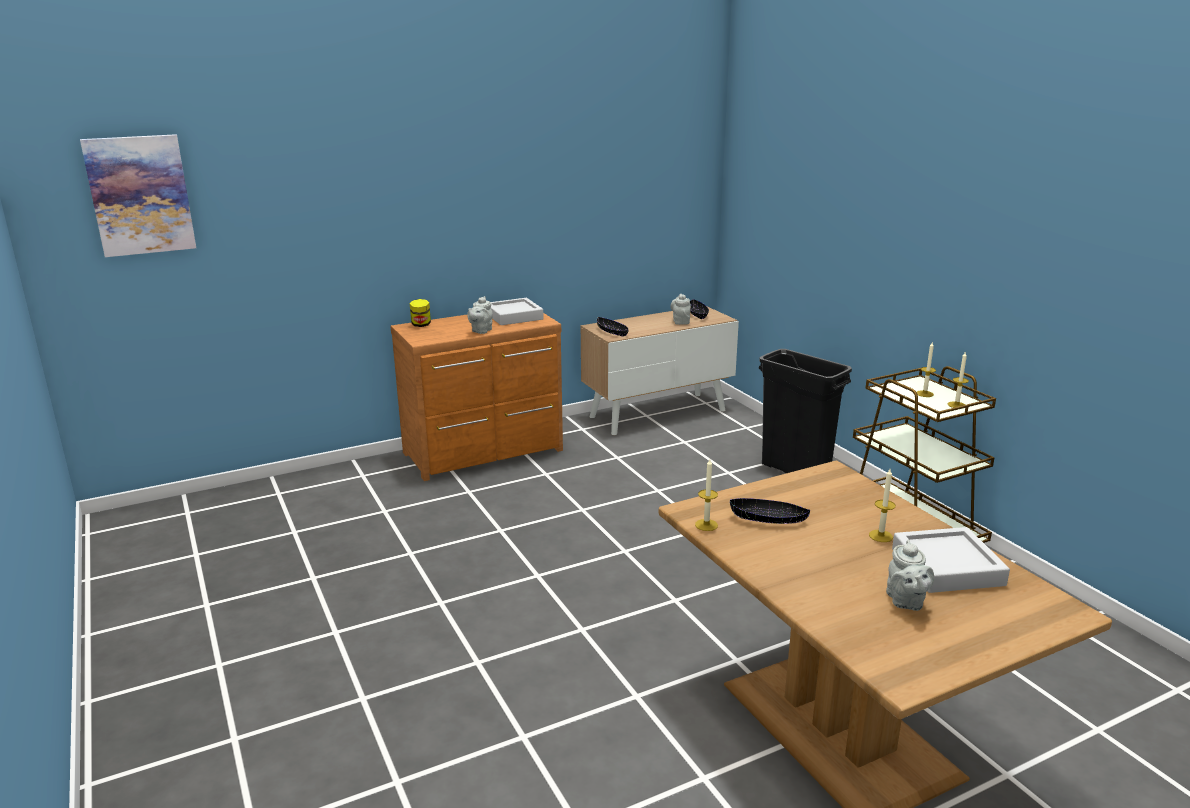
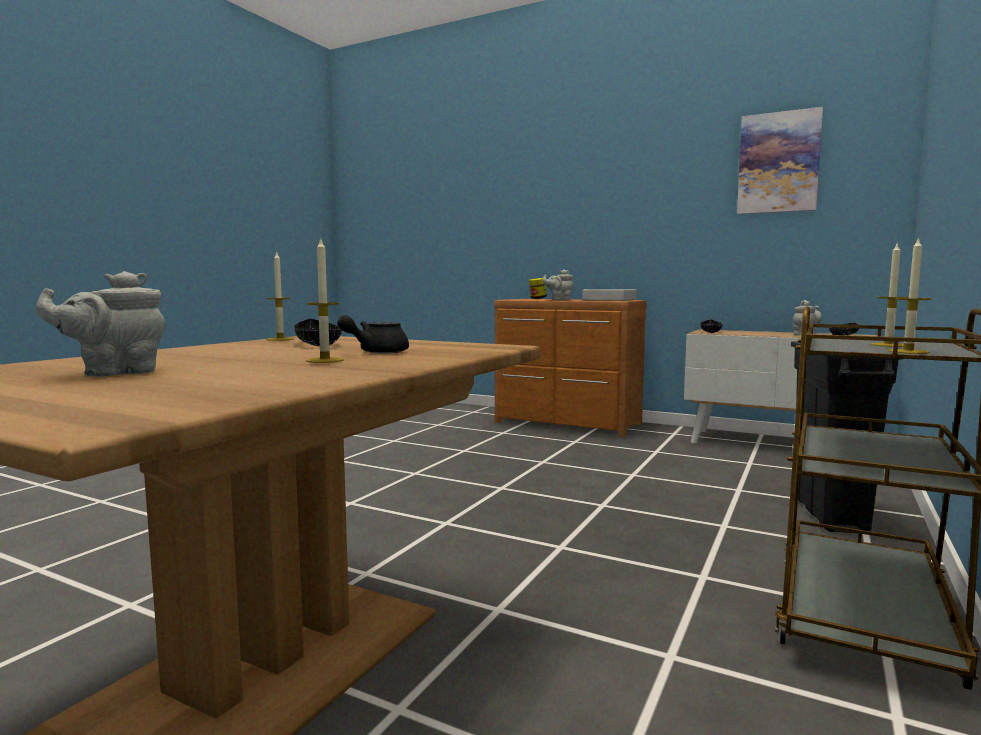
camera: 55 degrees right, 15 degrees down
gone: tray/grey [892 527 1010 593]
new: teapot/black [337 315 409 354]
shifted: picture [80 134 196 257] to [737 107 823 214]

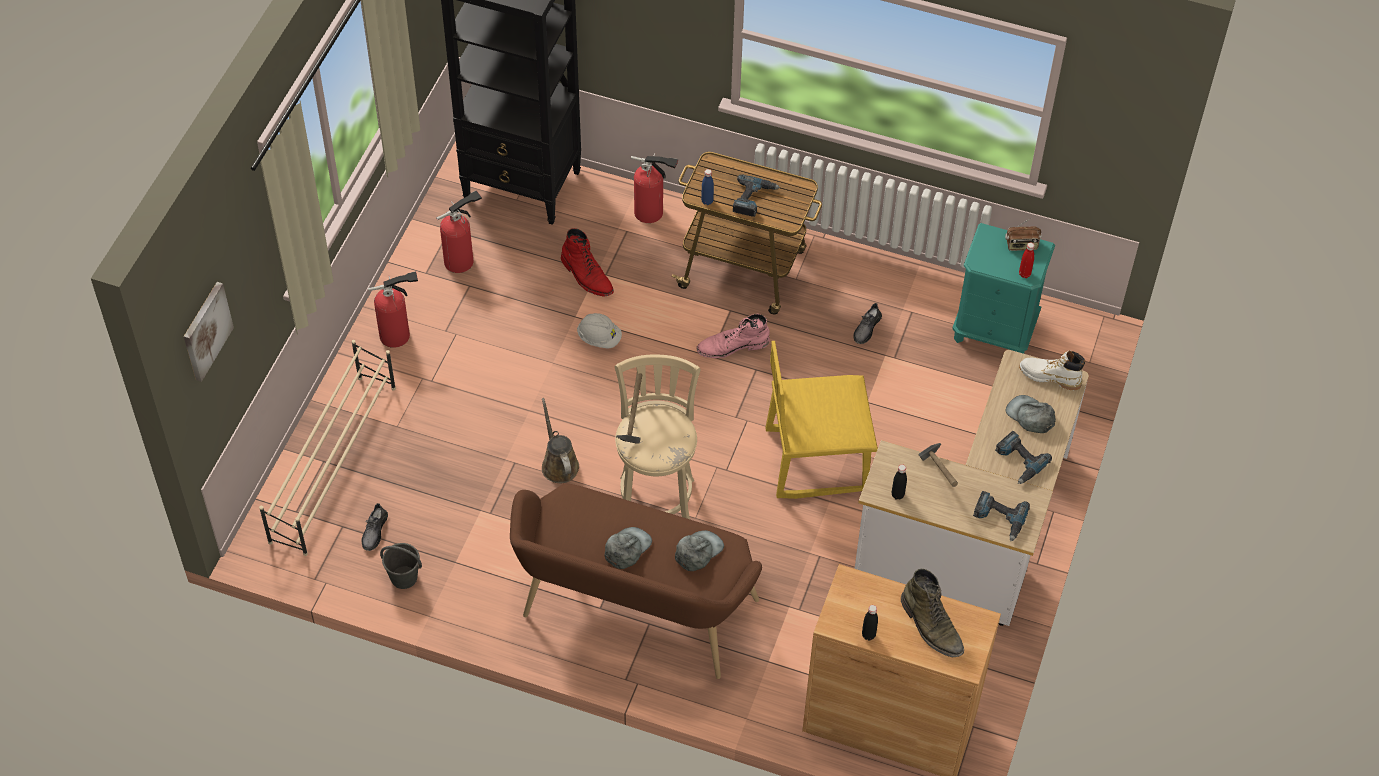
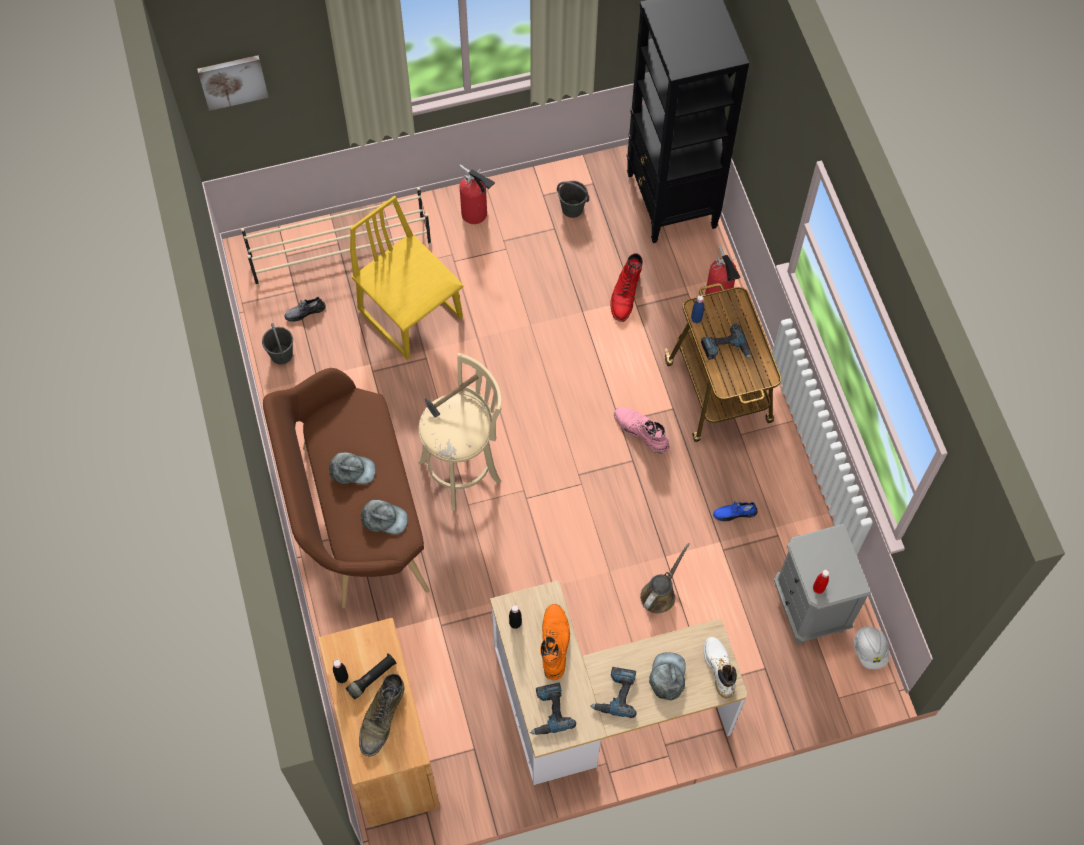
camera: 55 degrees right, 10 degrees up
gone: radio [1005 218 1042 251]
new: flashlight/black [346 653 397 699]
shifted: watering can/brown [542 398 579 483] to [640 543 690 614]; hard hat/white [577 313 622 349] to [854 627 889 669]; chair/yellow [766 341 878 499] to [350 196 463 360]
swapped: fire extinguisher [436 190 482 273] to bucket/grey [557 181 589 218]; hammer [919 443 958 487] to boot/orange [540 604 570 680]
repainted: shoe/grey [853 303 882 344] to shoe/blue [713 501 758 521]; nightstand/turquoise [952 223 1055 354] to nightstand/grey [774 524 871 644]

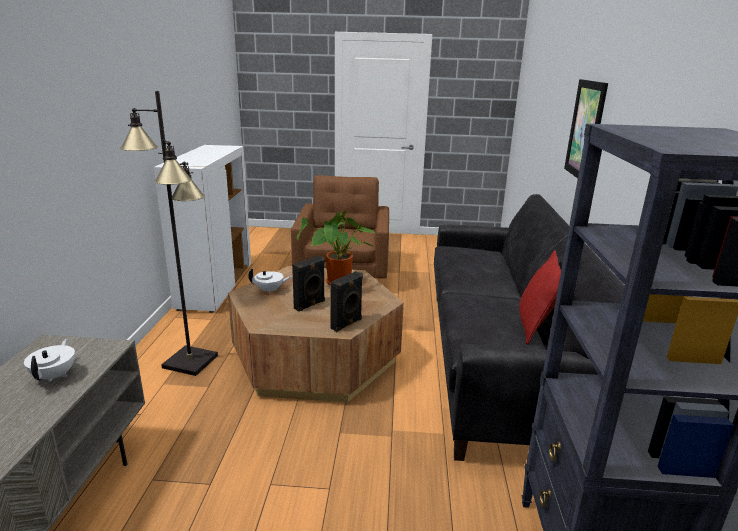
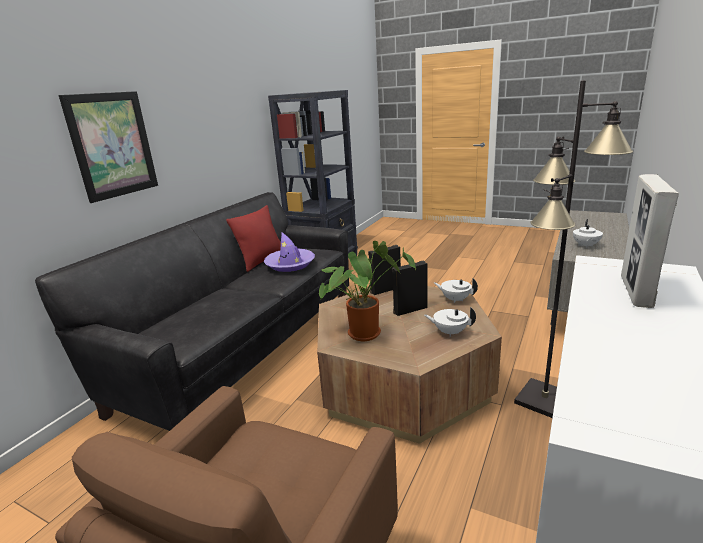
camera: 155 degrees left, 0 degrees up
new: hat/purple [264 232 315 272]; teapot/white [434 278 478 303]; picture frame [621 174 679 308]

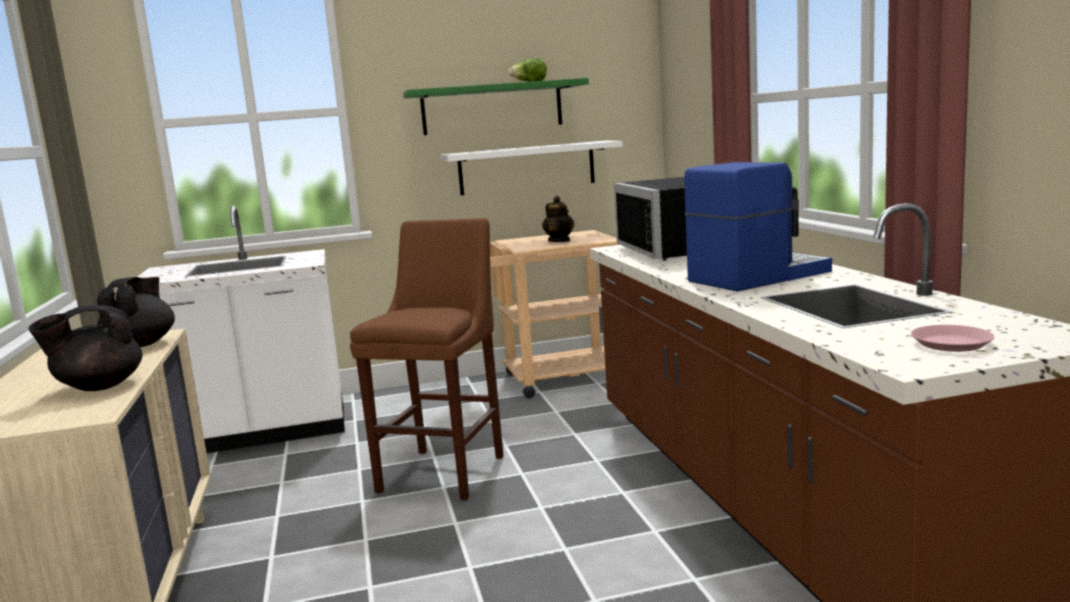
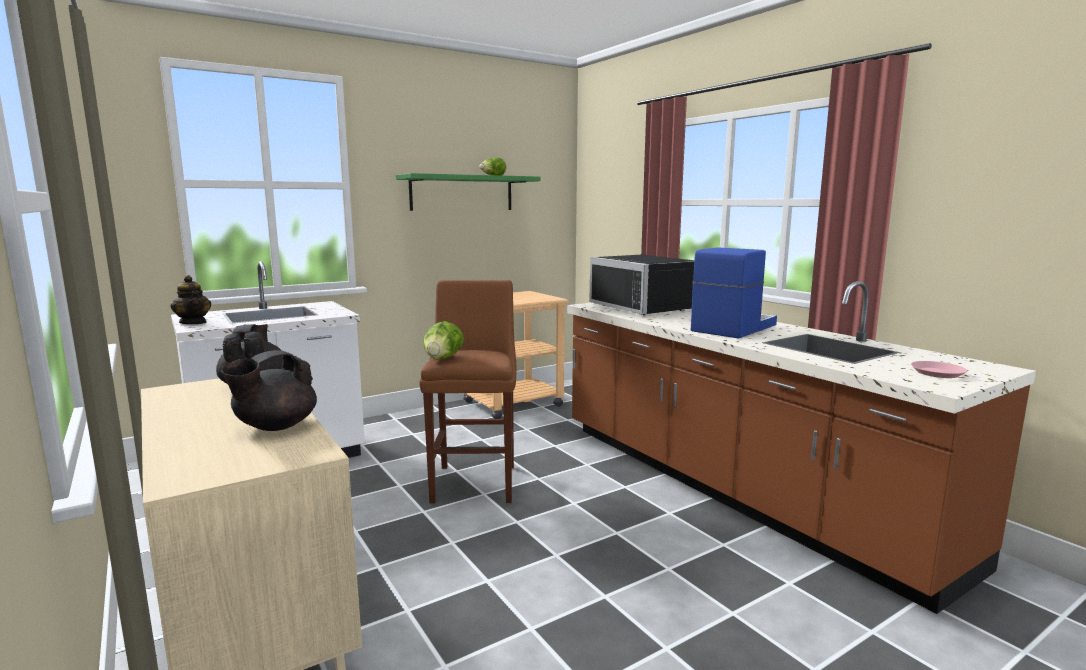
camera: 20 degrees left, 0 degrees up
gone: shelf/white [441 141 623 195]
new: lettuce [423 321 464 360]
shifted: teapot [542 196 574 242] to [171 275 211 324]

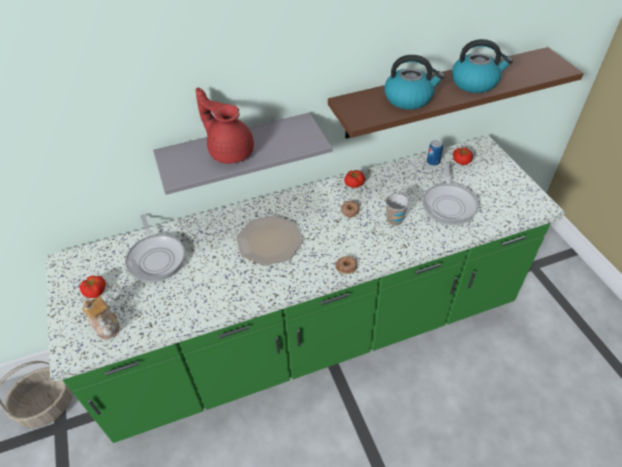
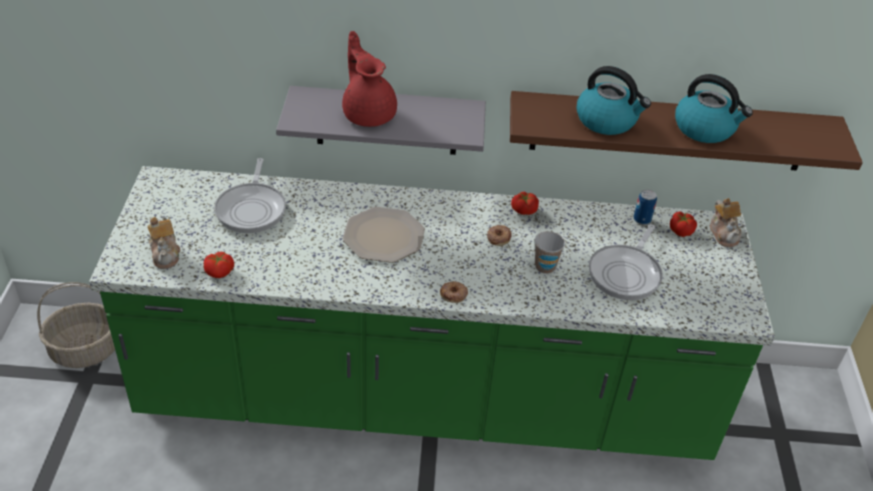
camera: 20 degrees right, 5 degrees down
new: teapot [710 198 742 247]
shifted: tomato [80 275 106 298] to [204 252 234 278]

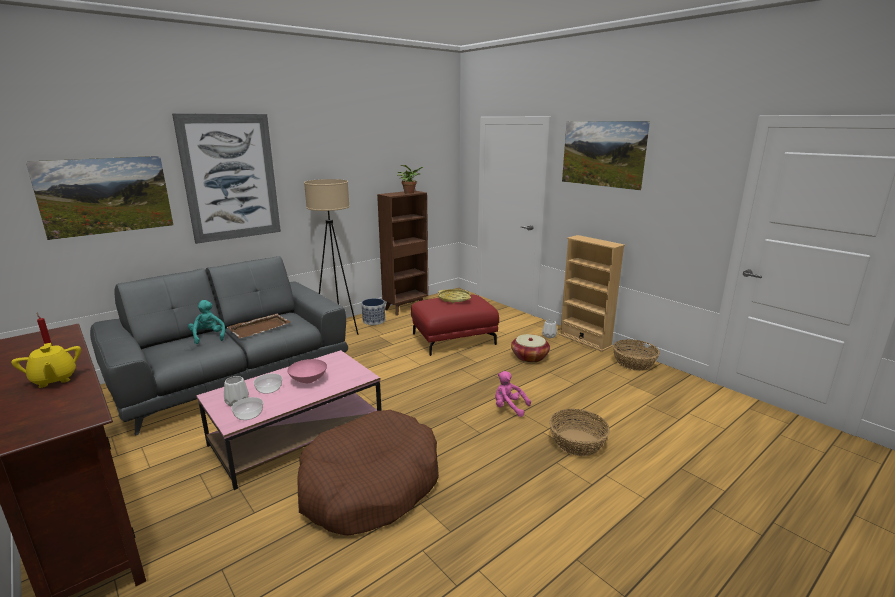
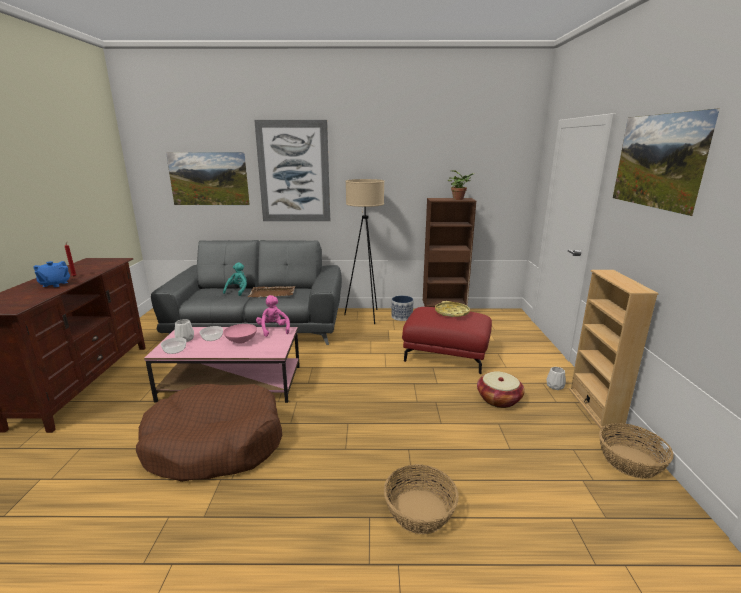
camera: 40 degrees right, 0 degrees up
shifted: plush toy/pink [495 371 531 417] to [256 295 290 337]
repainted: teapot/yellow [11 343 81 388] to teapot/blue [33 261 70 287]

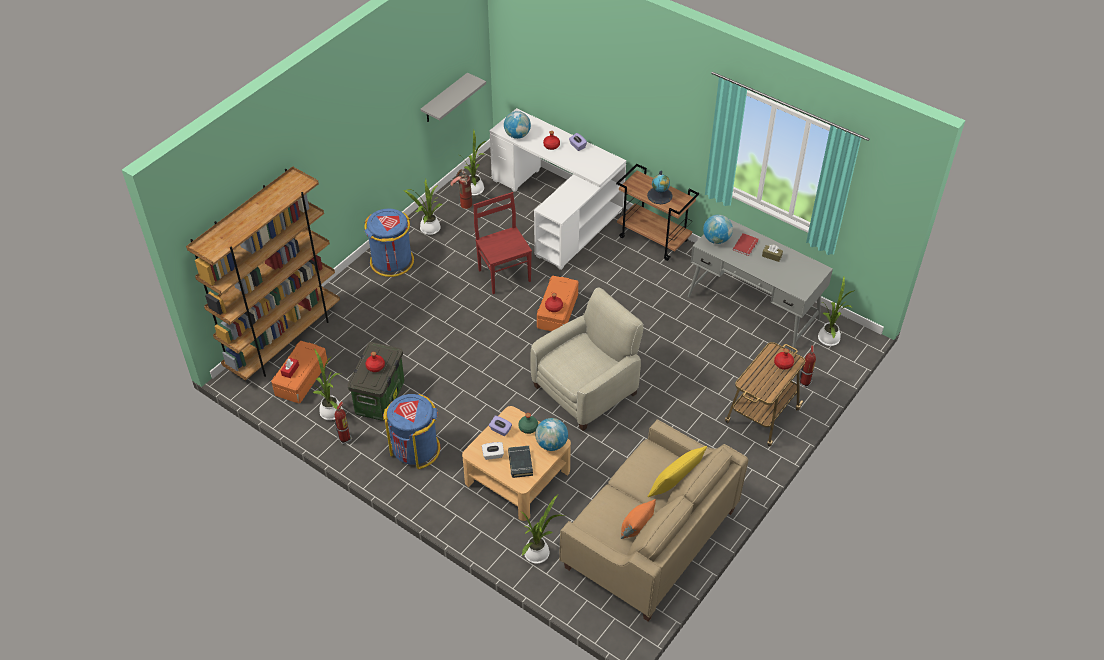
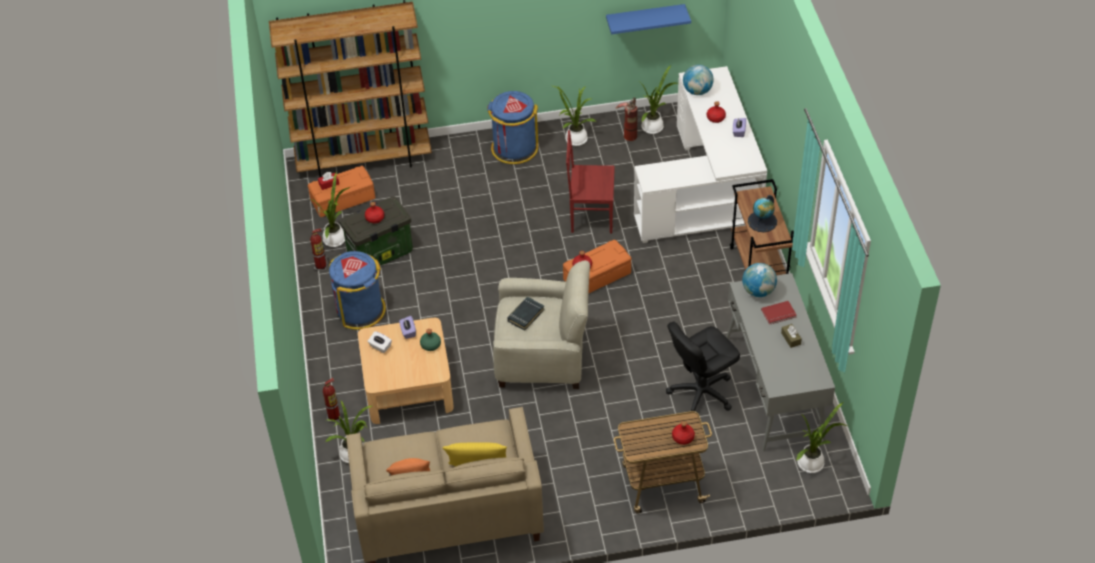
camera: 45 degrees right, 0 degrees up
gone: globe [535 418 568 451]
new: office chair/black [666 322 740 411]
shifted: book/black [508 445 533 478] to [507 297 545 331]; fire extinguisher [799 345 816 388] to [323 378 340 422]
repainted: shelf/grey [421 72 486 122] to shelf/blue [606 4 691 34]
rotated: chair/red [473 192 532 294] = [566 130 615 233] 105 degrees counterclockwise

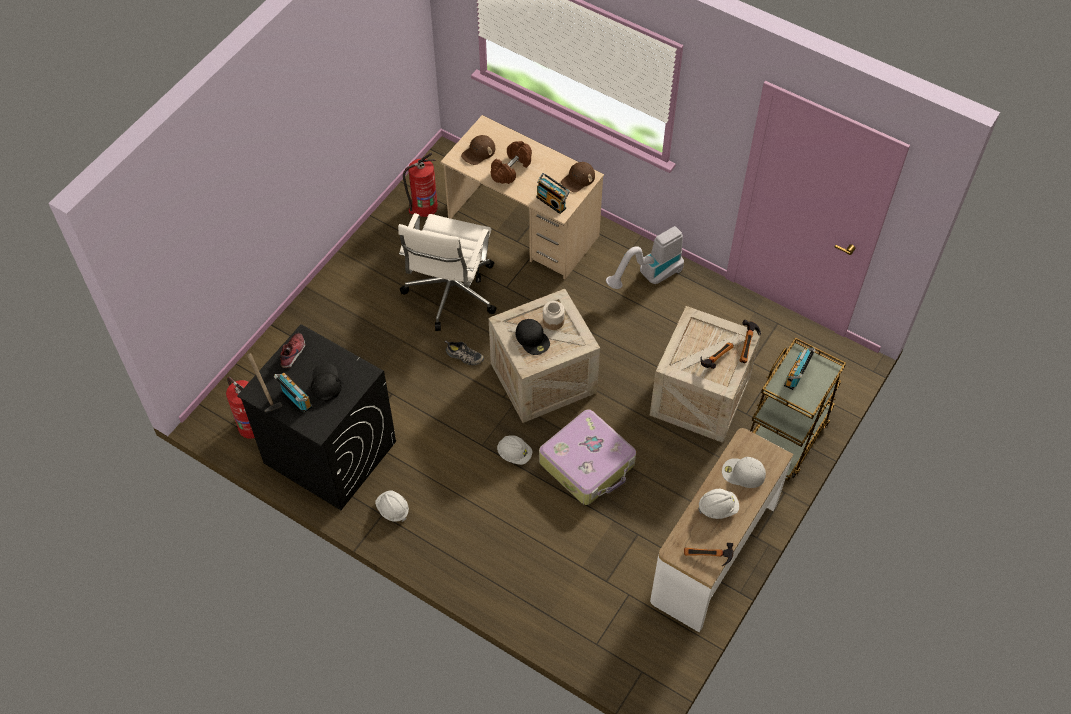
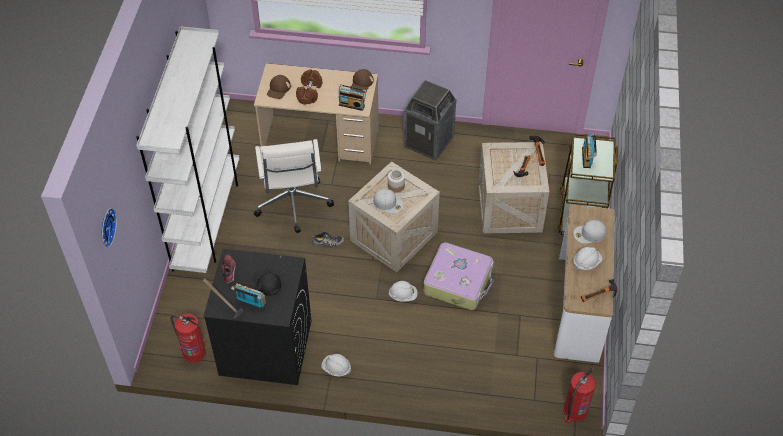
camera: 25 degrees left, 5 degrees down
new: wall clock [102 208 117 248]; bookcase/white [136 26 240 273]
shifted: fire extinguisher [403 153 438 217] to [564 366 596 423]
swapped: vacuum cleaner [606 226 684 289] to trash can [403 80 456 161]
repainted: cap/black [516 319 550 355] to cap/white [373 189 404 214]

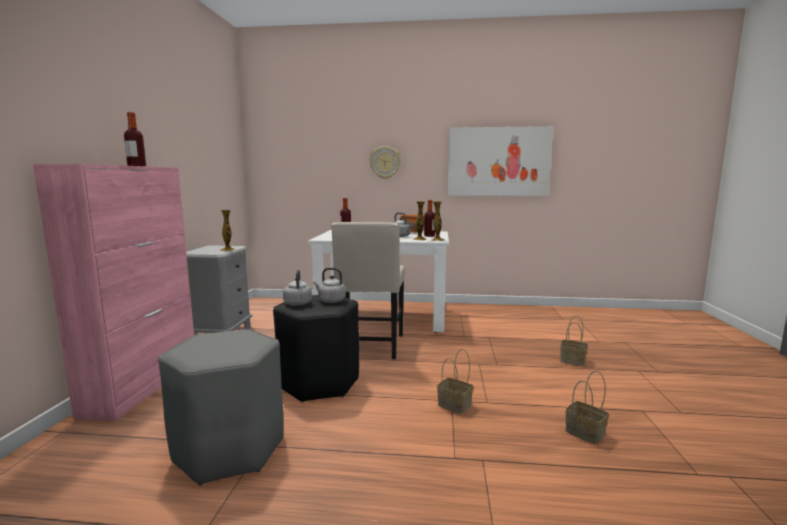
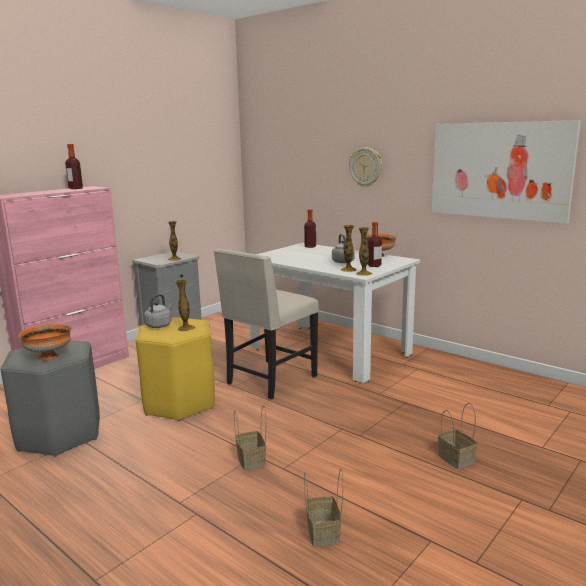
camera: 35 degrees right, 5 degrees up
new: bowl/orange [18 324 72 360]
swapped: kettle/grey [313 268 346 303] to vase [175 279 195 331]
repainted: stool/black [273 295 359 403] to stool/yellow [136 317 215 421]

